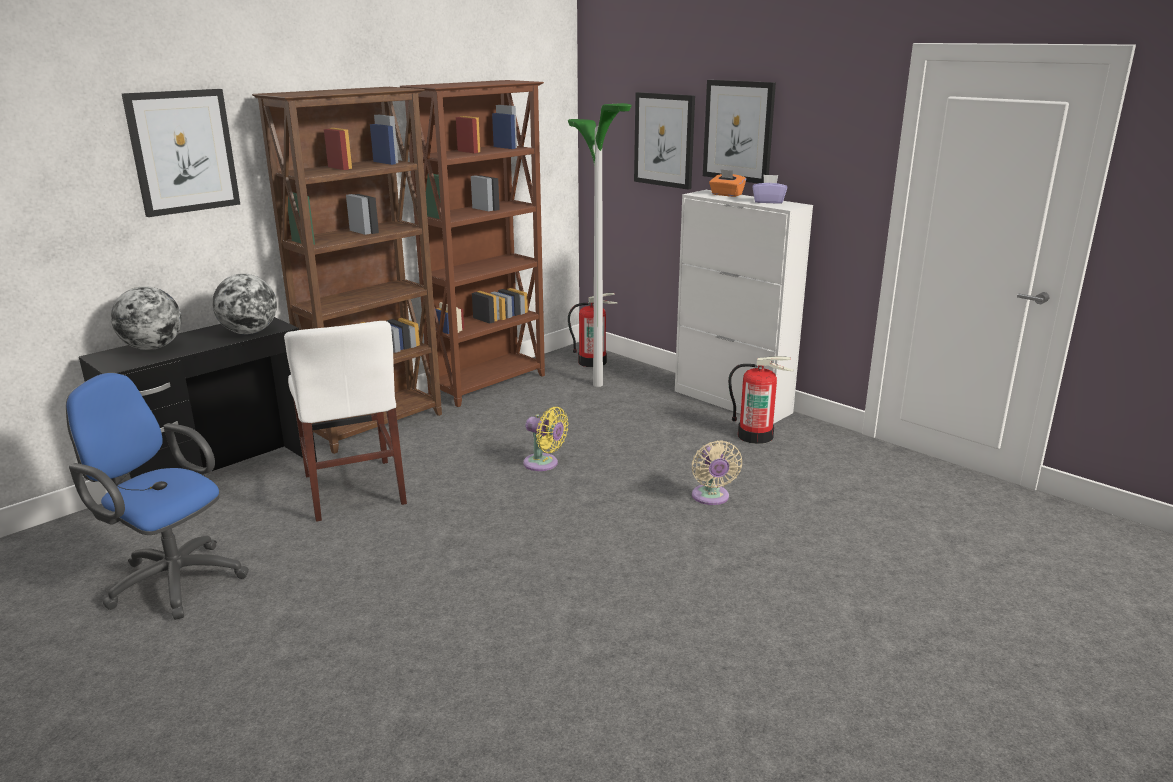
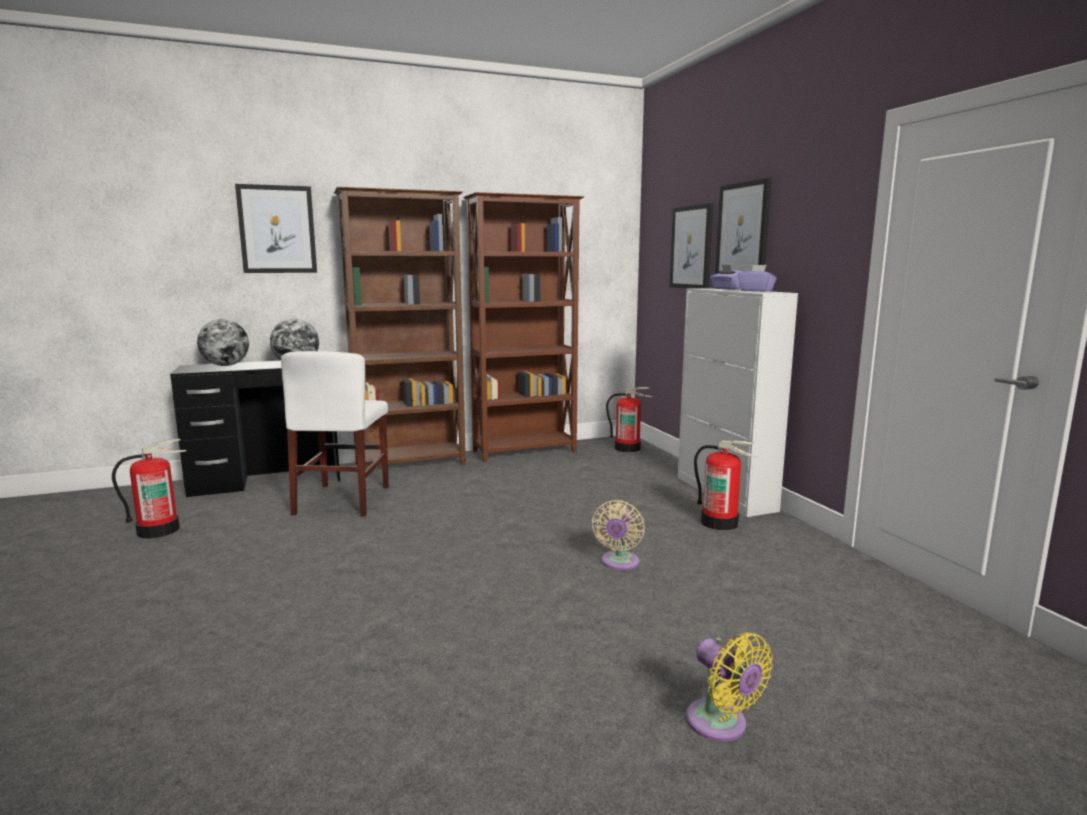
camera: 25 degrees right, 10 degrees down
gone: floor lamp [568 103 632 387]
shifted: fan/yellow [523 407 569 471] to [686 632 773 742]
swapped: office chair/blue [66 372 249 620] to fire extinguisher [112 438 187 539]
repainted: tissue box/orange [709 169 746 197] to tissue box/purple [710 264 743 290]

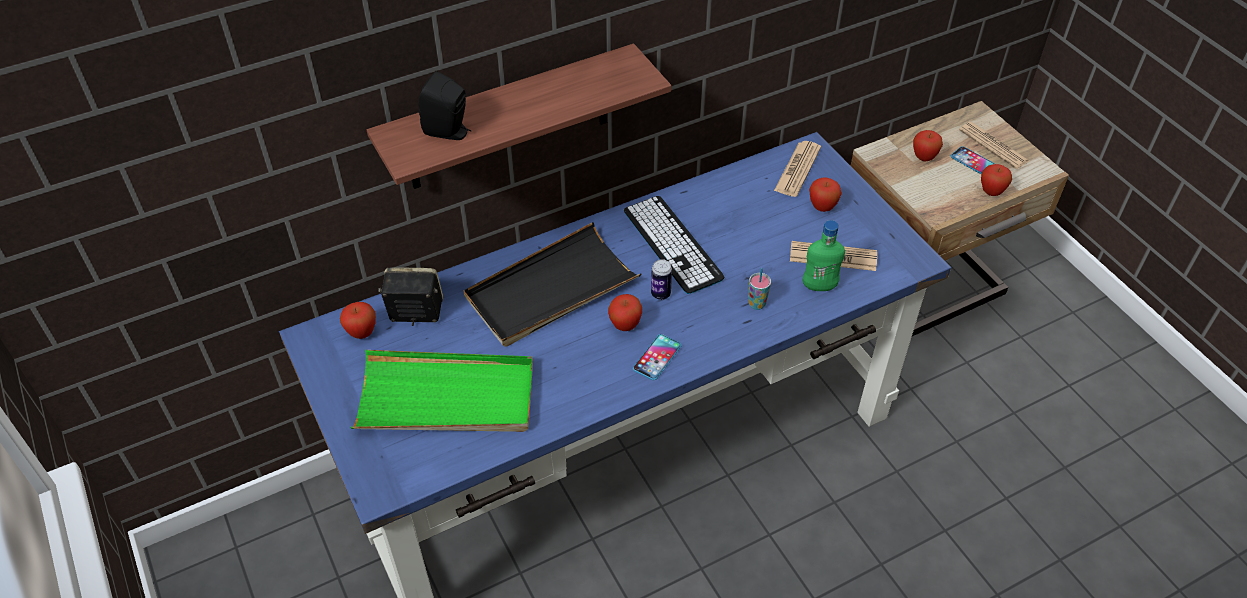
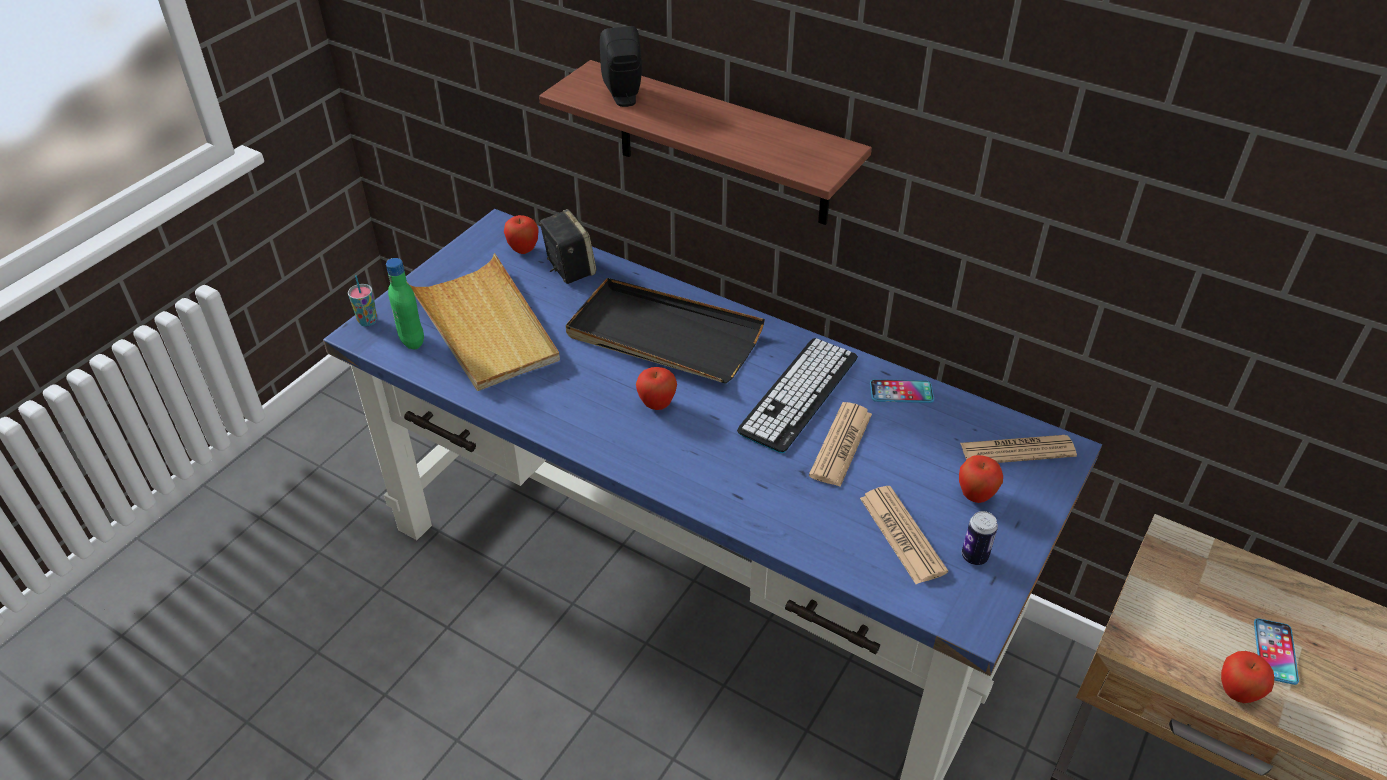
camera: 60 degrees right, 5 degrees down
gone: apple [913 130 943 162]
shifted: phone [633 334 682 380] to [870 379 934 403]; can [651 259 672 300] to [962 511 998 565]; cup [748 268 771 310] to [348 275 377 326]; bottle/green [803 220 845 291] to [386 258 424 349]; newspaper [959 122 1029 169] to [809 402 872 487]
repainted: tray/green [350 350 533 432] to tray/beige [406 253 560 391]

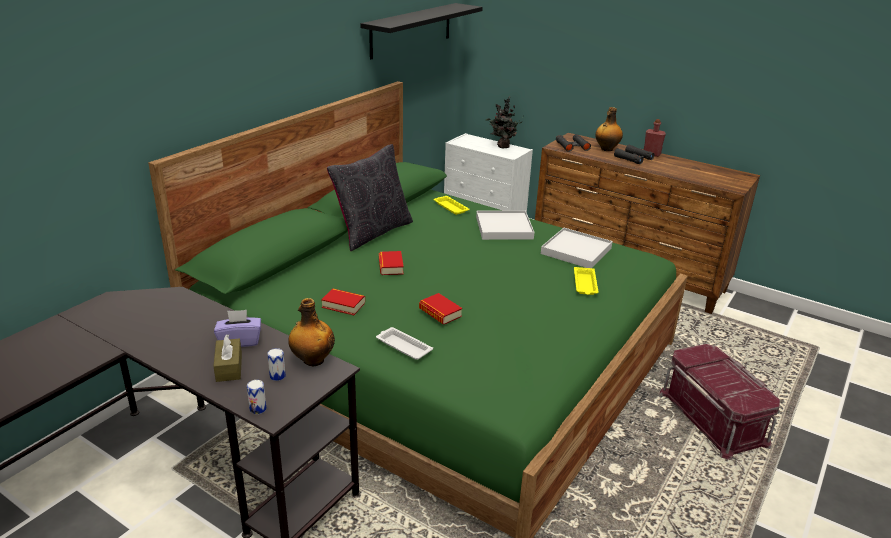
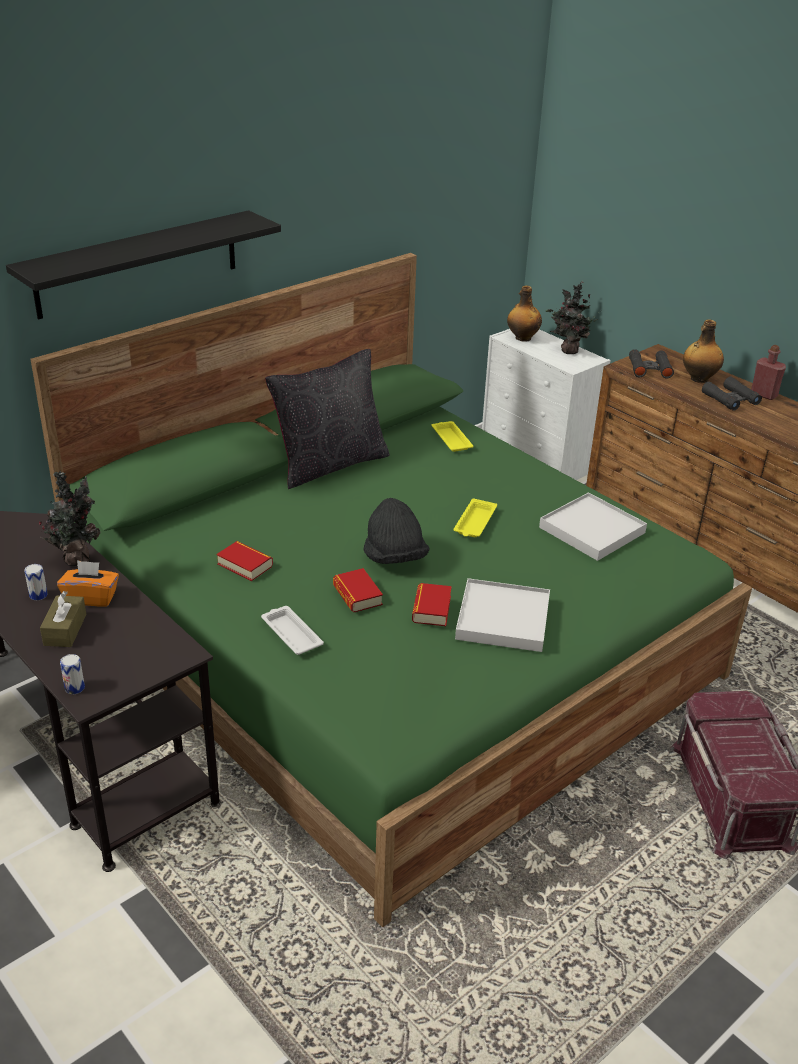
camera: 15 degrees right, 5 degrees up
new: potted plant [39 471 101 566]; hat/black [363 498 429 564]
shifted: can [267 348 286 381] to [24 564 48 600]; bottle [288 298 335 366] to [507 286 542 342]; shelf/black [360 3 483 60] to [6 210 281 320]; book [379 251 404 275] to [412 583 452 626]; tray/white [476 210 534 240] to [455 578 550 652]; tray/yellow [574 267 598 295] to [454 498 497 537]
repainted: tissue box/purple [214 310 261 347] to tissue box/orange [57 560 119 607]

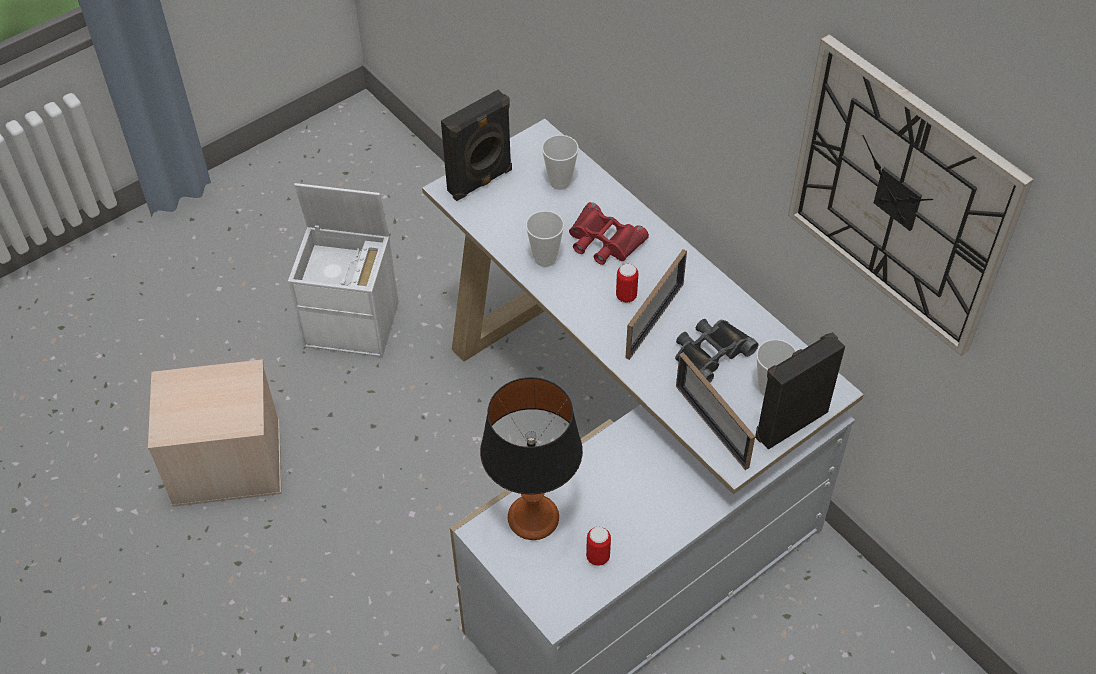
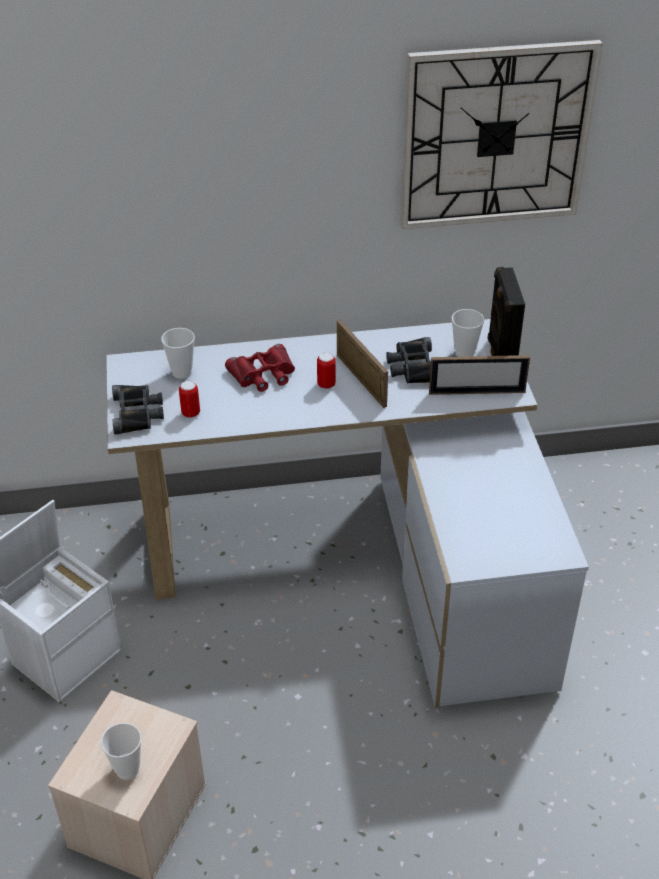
camera: 60 degrees left, 10 degrees down
gone: table lamp [480 377 583 540]
shifted: cup [526 211 564 267] to [101 723 142 780]; can [586 527 611 566] to [179 381 200 418]
swapped: speaker/black [441 90 512 201] to binoculars/black [112 385 164 435]

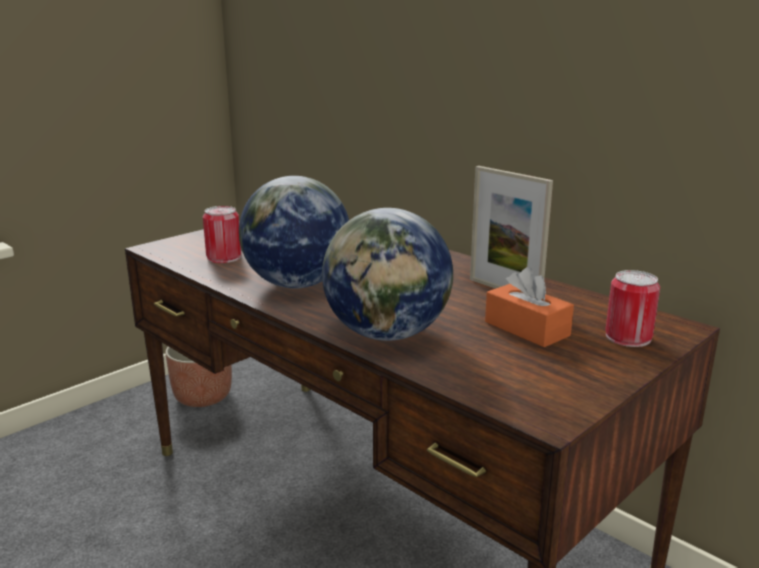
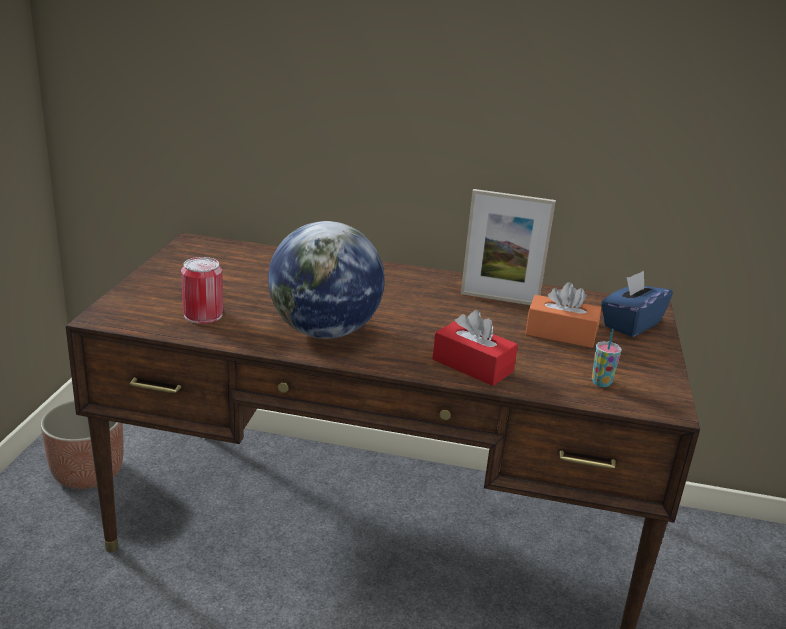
camera: 35 degrees left, 5 degrees up
new: cup [592 329 622 387]
swapped: globe [322 208 453 341] to tissue box/red [433 310 518 386]; can [605 270 660 347] to tissue box/blue [601 271 673 337]

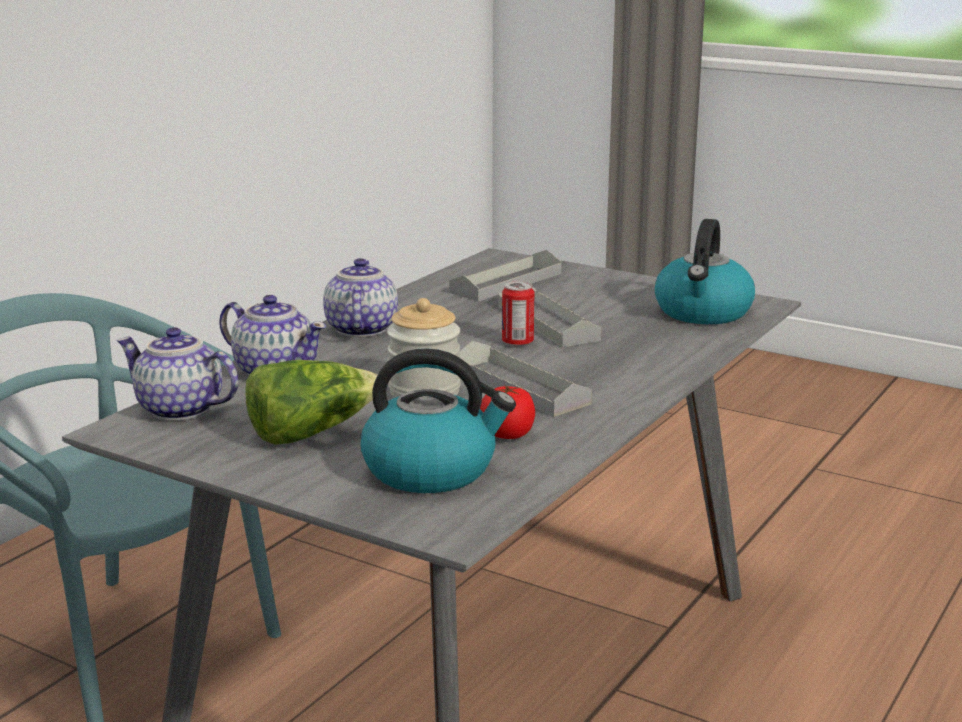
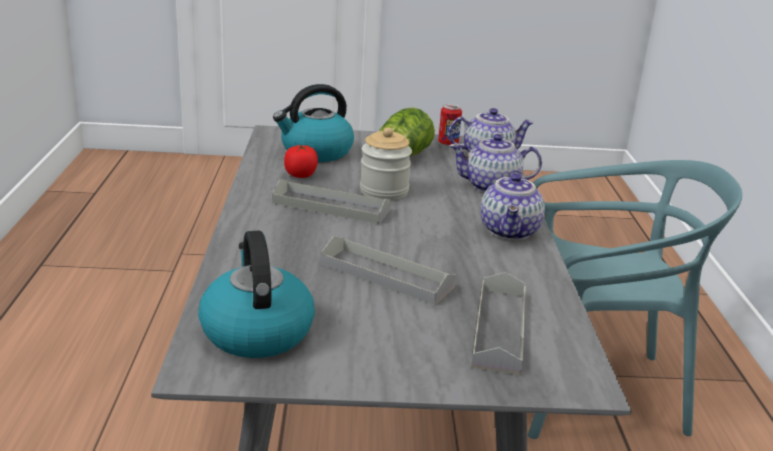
camera: 145 degrees right, 5 degrees up
shifted: can [502 281 535 347] to [438 104 462 146]
rotated: teapot [323 258 398 337] = [480 170 545 240] 45 degrees clockwise

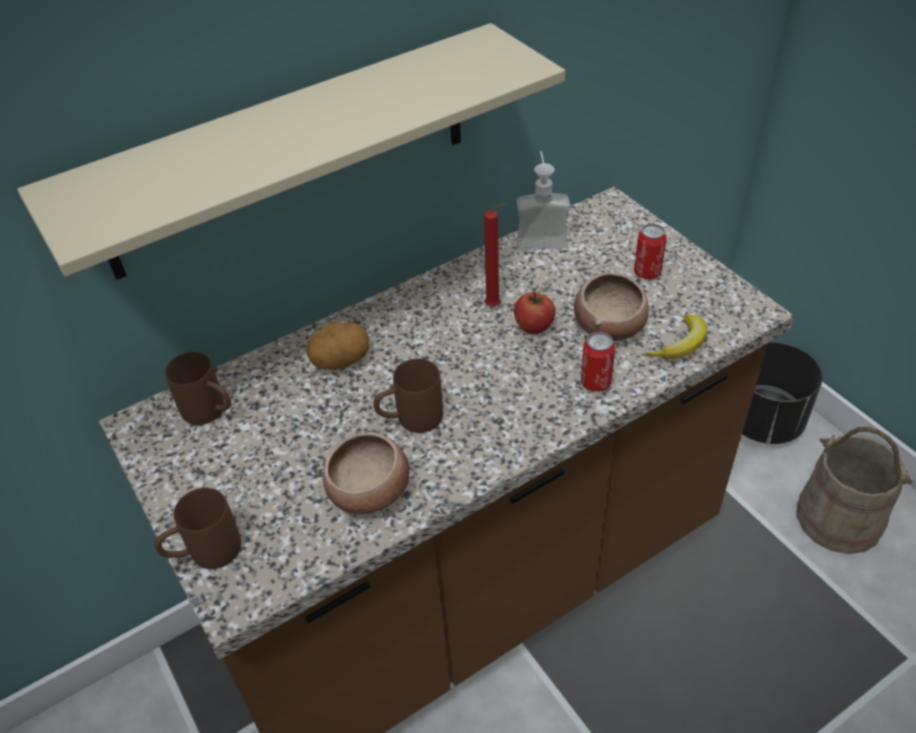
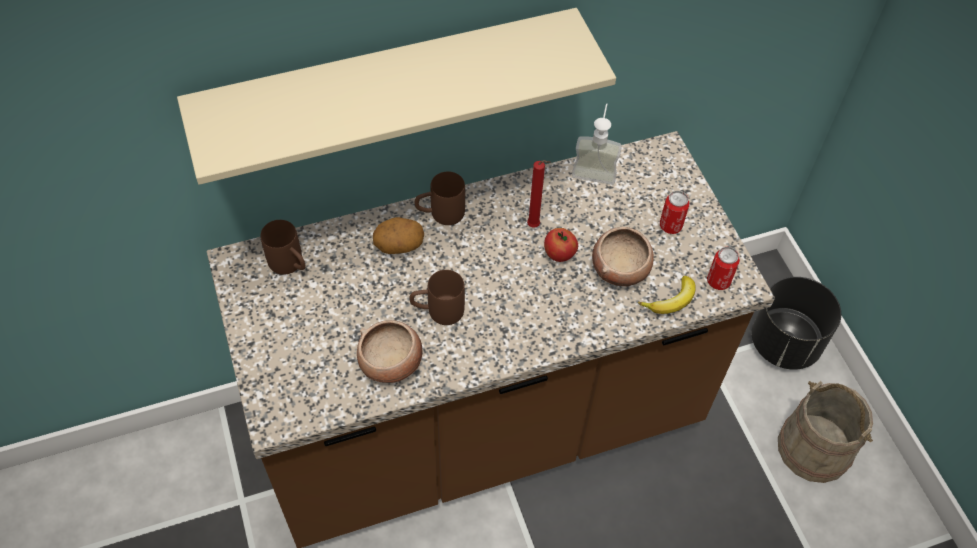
camera: 10 degrees right, 10 degrees up
shifted: mug/brown [154 488 241 569] to [415 171 465 225]; can [581 332 615 392] to [707 247 740 290]

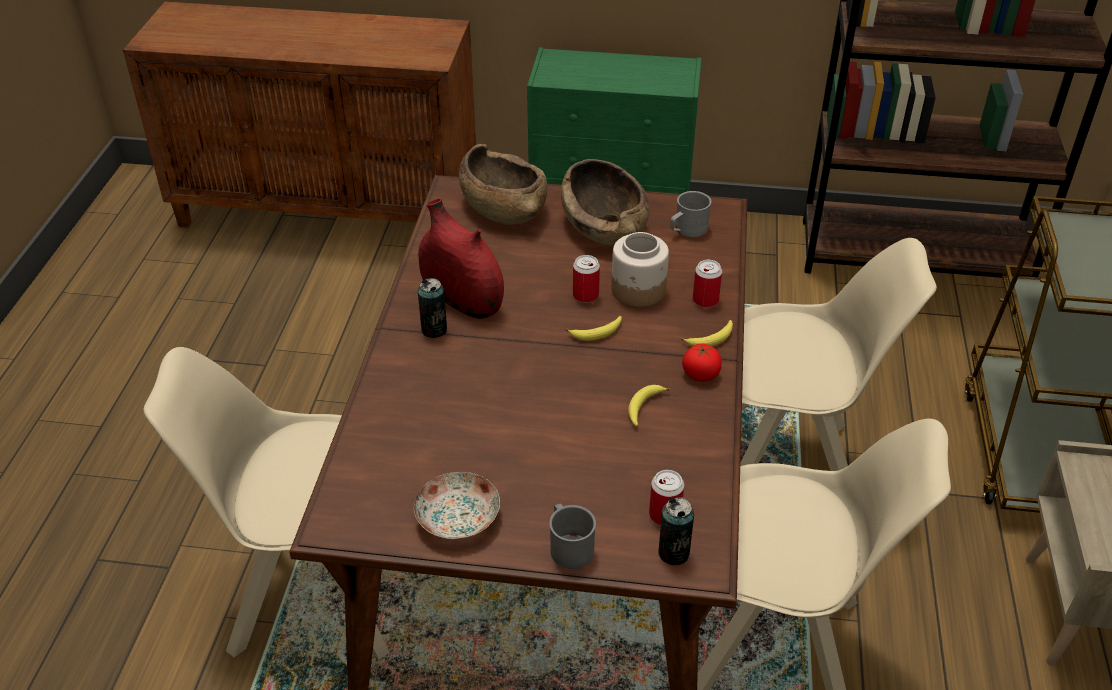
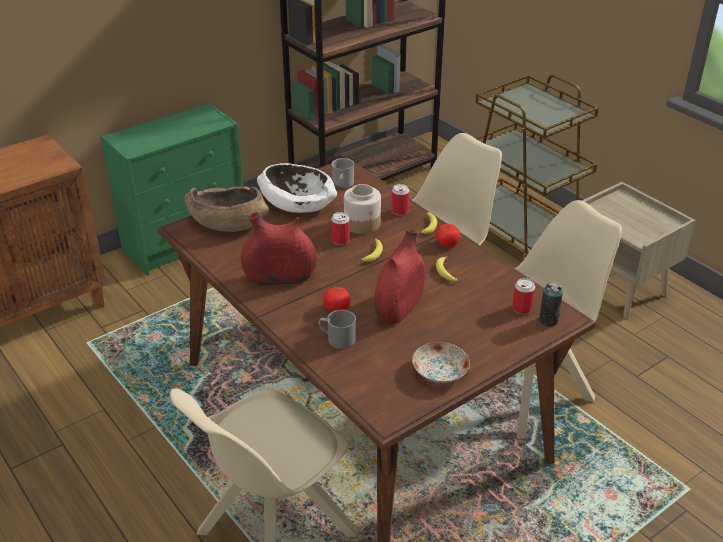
camera: 45 degrees left, 5 degrees down
gone: can [418 278 447 338]
new: tomato [323 286 351 312]; vase/red [374 229 425 324]
shifted: mug/grey [549 504 596 569] to [318 310 356 349]
repainted: bowl/brown [561 159 650 245] to bowl/white [257 163 337 213]

